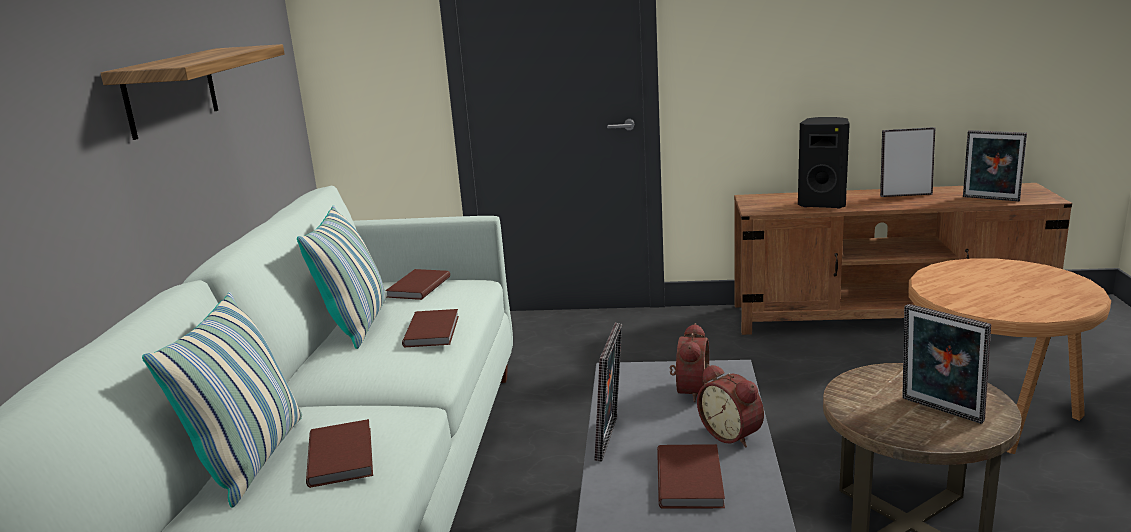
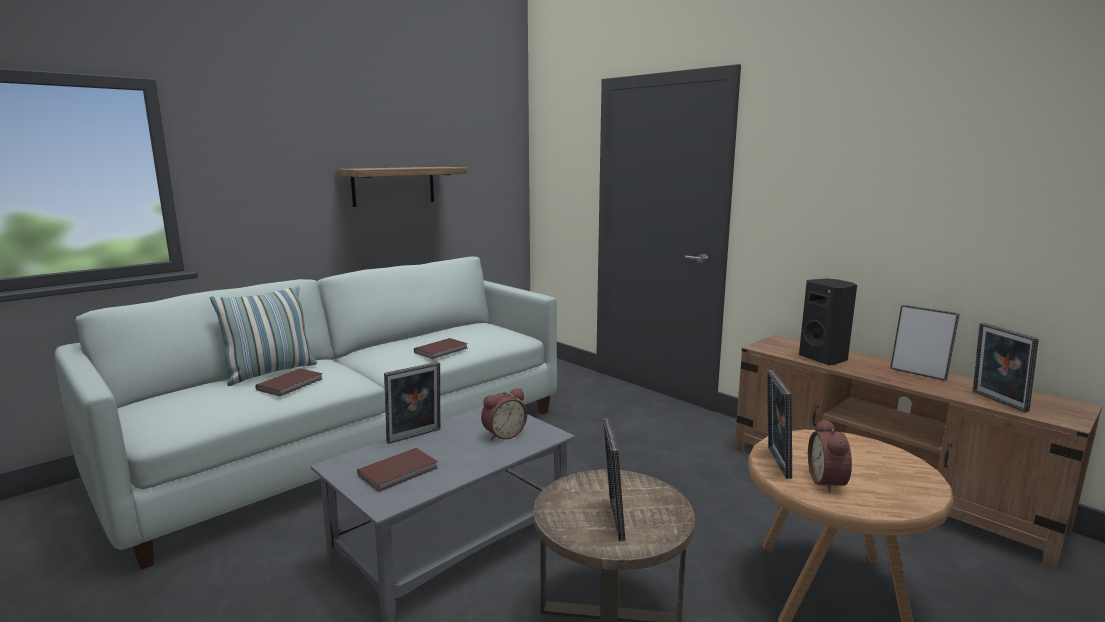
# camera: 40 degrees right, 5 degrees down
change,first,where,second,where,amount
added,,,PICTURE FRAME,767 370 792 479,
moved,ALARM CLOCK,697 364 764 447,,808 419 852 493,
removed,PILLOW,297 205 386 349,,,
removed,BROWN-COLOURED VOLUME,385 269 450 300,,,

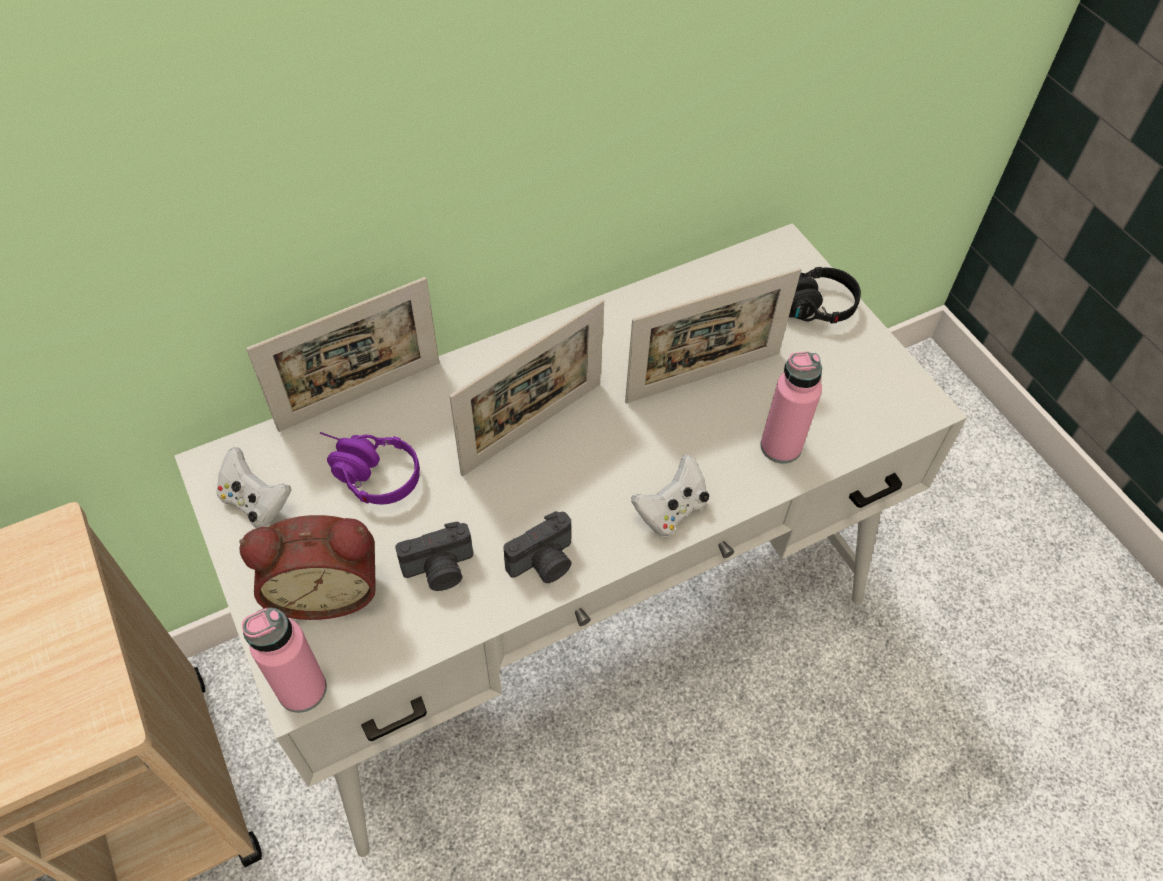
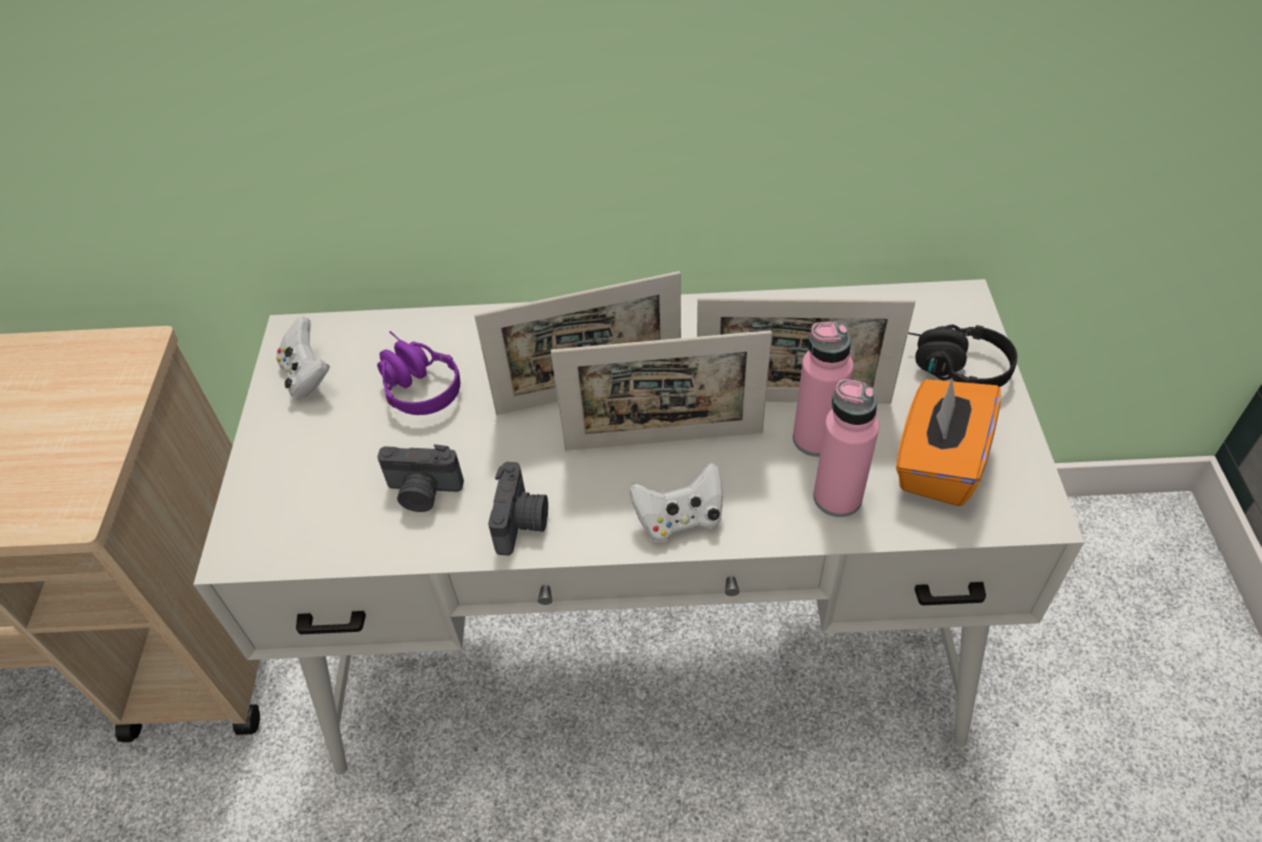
# camera: 30 degrees right, 5 degrees down
change,first,where,second,where,amount
turned,PHOTO CAMERA,504 511 572 583,,488 462 548 556,75 degrees counterclockwise
moved,PICTURE FRAME,246 277 439 432,,551 330 772 451,
moved,PINKISH BEVERAGE BOTTLE,242 608 327 713,,793 322 853 457,
added,,,ORANGEY BOX OF TISSUES,896 378 1001 506,
removed,ALARM CLOCK,239 515 376 620,,,

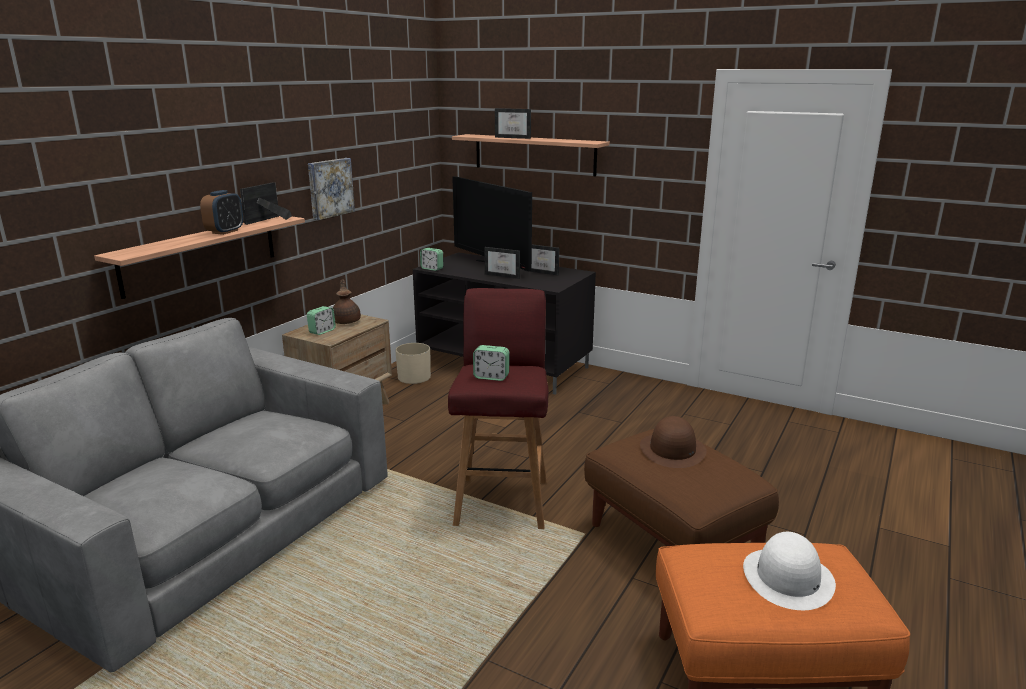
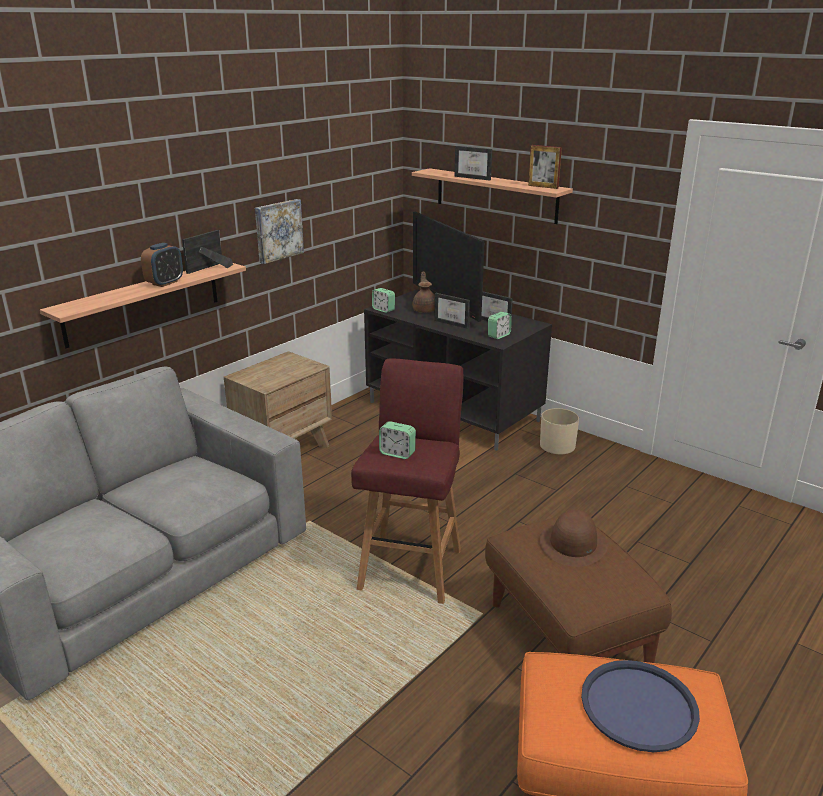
# camera: 10 degrees right, 5 degrees up
change,first,where,second,where,amount
moved,BROWN-COLOURED TEAPOT,333 279 361 324,,412 271 435 313,
moved,ALARM CLOCK,307 306 336 335,,488 312 512 339,
added,,,PICTURE FRAME,528 145 562 189,
moved,BEIGE FLOWER POT,396 343 431 384,,540 408 579 454,
replaced,WHITE CLOTHING HAT,743 532 836 610,BLUISH SERVING TRAY,581 660 700 752,

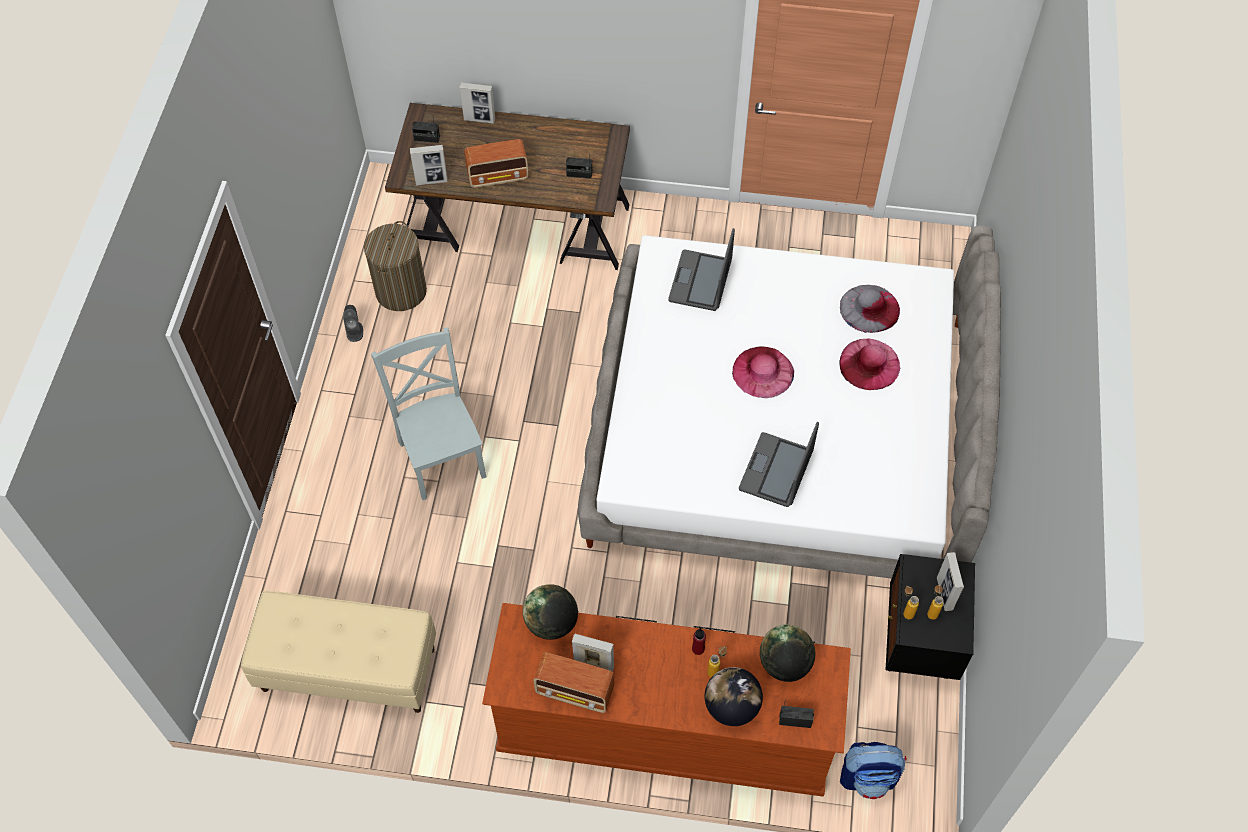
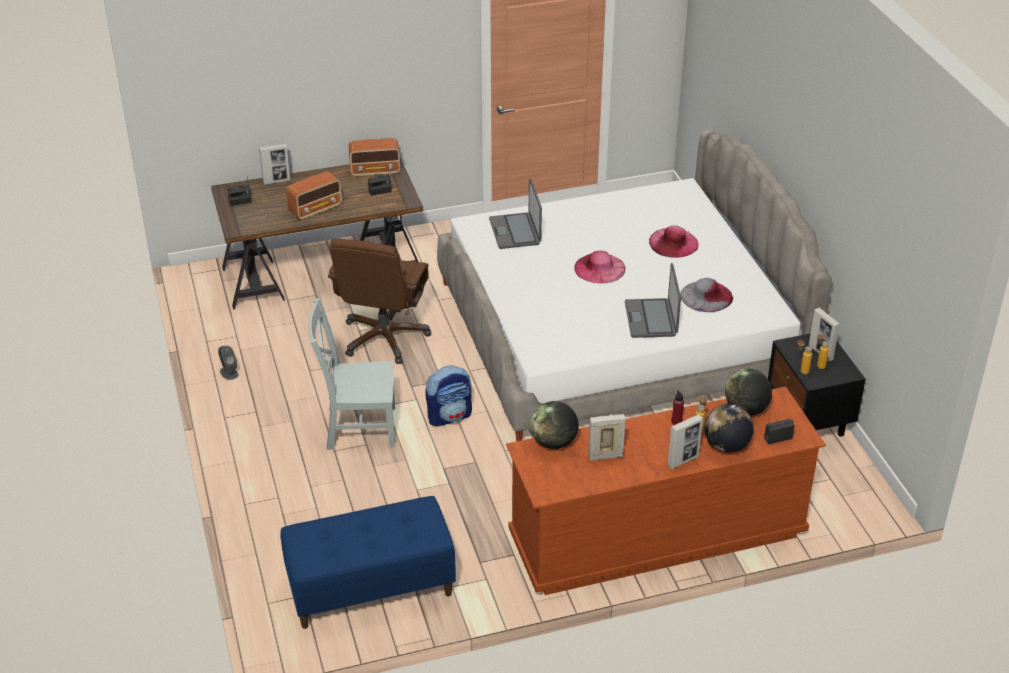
# camera: 25 degrees left, 20 degrees down
change,first,where,second,where,amount
recoloured,BEIGE LONG SEAT,241 591 436 713,BLUISH LONG SEAT,280 496 456 629,
turned,GREYISH UPRIGHT CHAIR,371 327 487 500,,309 298 395 450,45 degrees counterclockwise
added,,,BROWN-COLOURED OFFICE CHAIR,328 238 431 364,
moved,RADIO RECEIVER,533 652 614 713,,349 138 400 177,
moved,RUCKSACK,840 742 907 799,,425 365 472 427,
moved,PICTURE FRAME,410 145 448 186,,667 414 703 469,
moved,GREYISH CLOTHING HAT,840 285 900 333,,680 278 733 312,
removed,HAMPER,364 221 427 311,,,

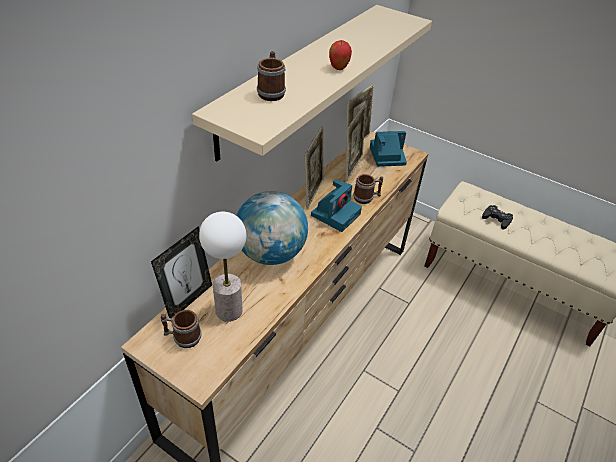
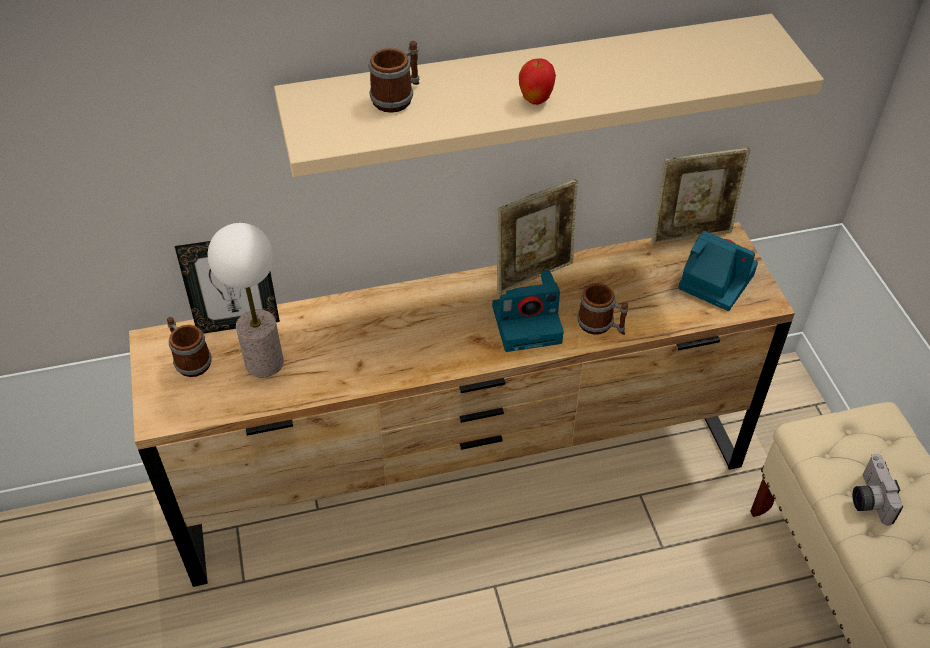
# camera: 45 degrees right, 5 degrees up
change,first,where,second,where,amount
replaced,BLACK JOYPAD,482 205 513 230,PHOTO CAMERA,853 454 903 526,
removed,WORLD GLOBE,236 191 308 265,,,
removed,PICTURE FRAME,345 105 366 181,,,

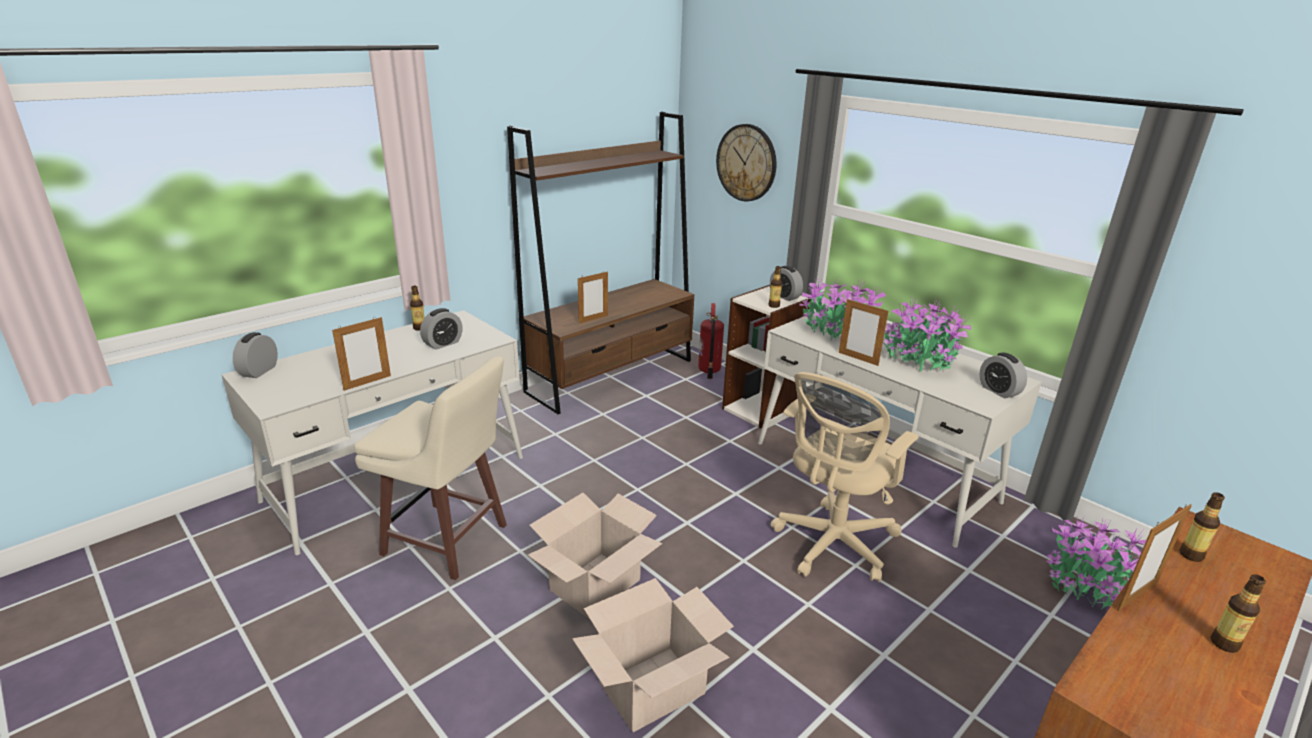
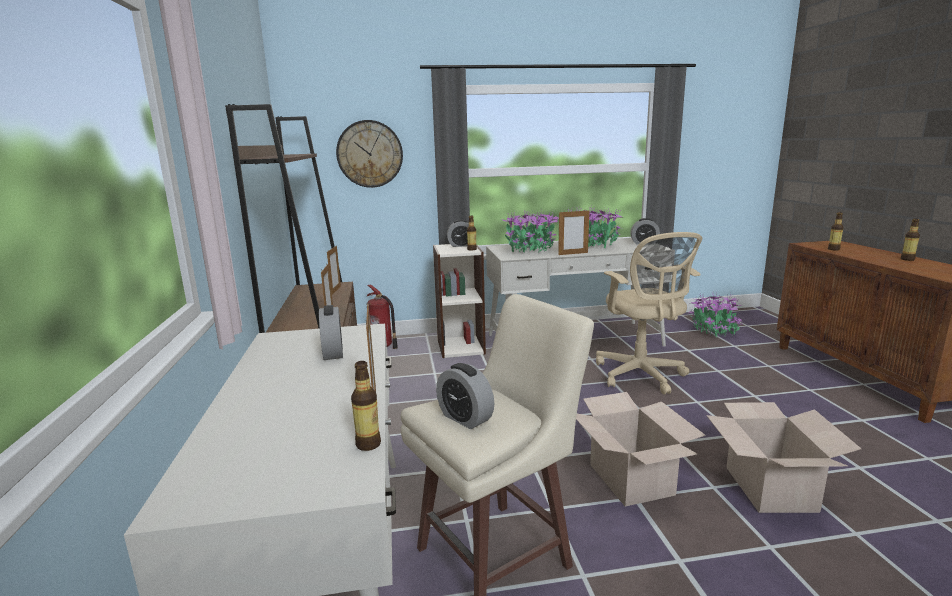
# camera: 55 degrees left, 10 degrees down
change,first,where,second,where,amount
moved,PICTURE FRAME,1118 504 1192 611,,327 245 341 295,
moved,BEVERAGE BOTTLE,410 286 424 331,,351 361 381 451,
moved,ALARM CLOCK,233 332 278 378,,436 363 494 429,

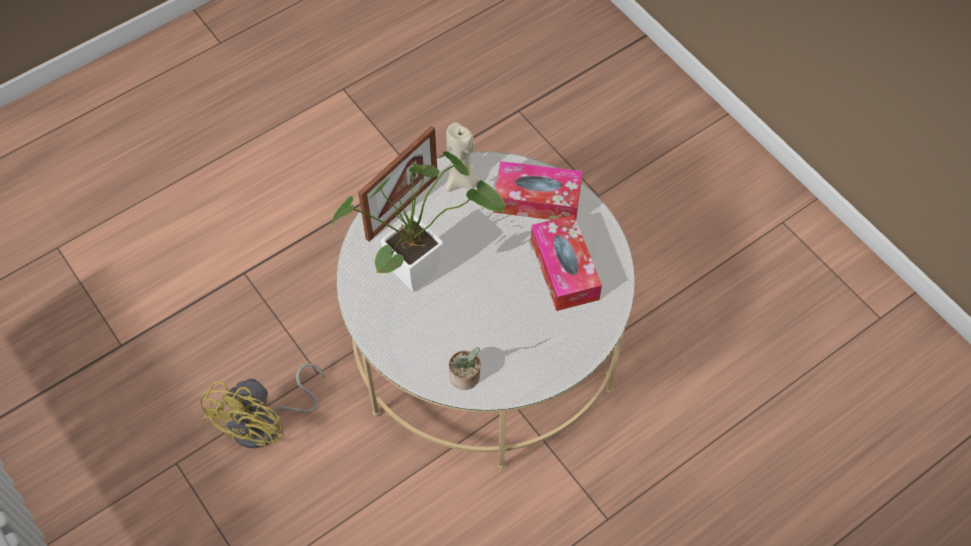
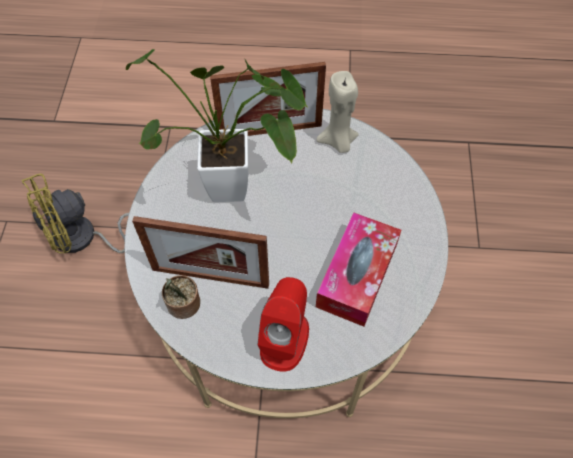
# camera: 40 degrees right, 0 degrees up
change,first,where,second,where,amount
added,,,PICTURE FRAME,132 216 269 289,
added,,,RED SPEAKER,258 277 309 371,
removed,BOX OF TISSUES,494 161 583 220,,,

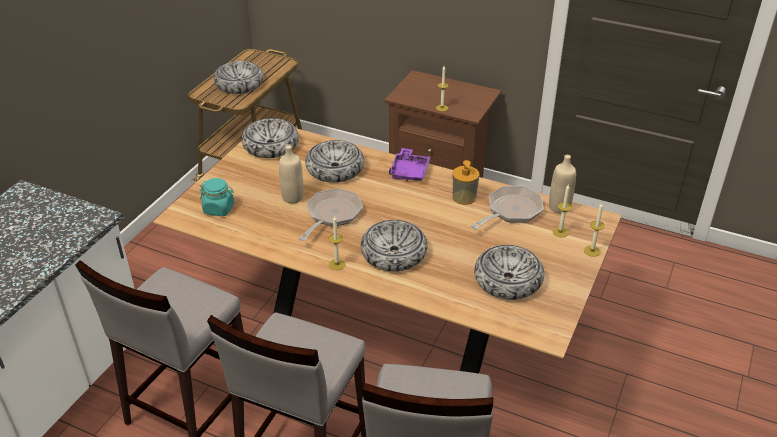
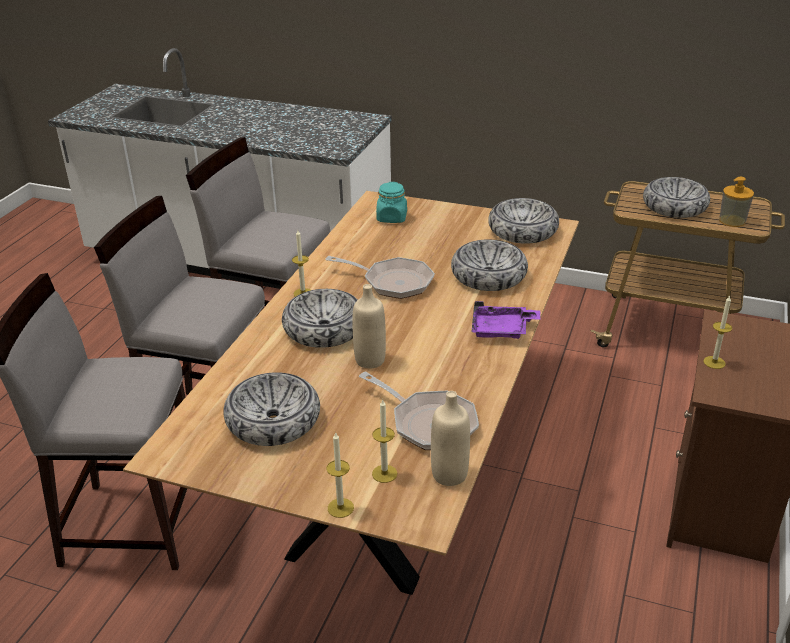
# camera: 85 degrees right, 5 degrees down
change,first,where,second,where,amount
moved,BEIGE BEVERAGE BOTTLE,279 145 304 203,,352 284 386 368,
moved,LIQUID SOAP BOTTLE,453 160 479 205,,719 177 754 227,

